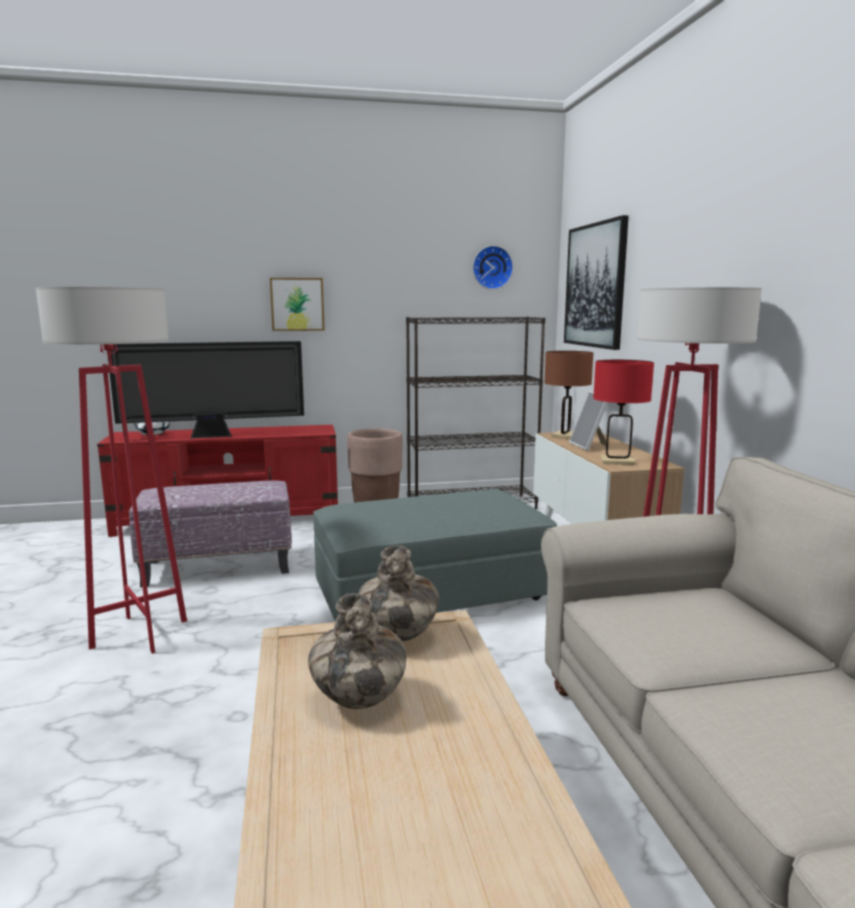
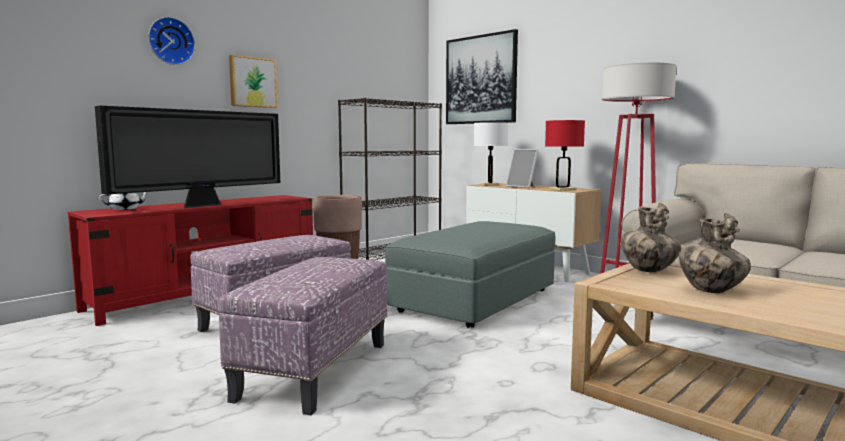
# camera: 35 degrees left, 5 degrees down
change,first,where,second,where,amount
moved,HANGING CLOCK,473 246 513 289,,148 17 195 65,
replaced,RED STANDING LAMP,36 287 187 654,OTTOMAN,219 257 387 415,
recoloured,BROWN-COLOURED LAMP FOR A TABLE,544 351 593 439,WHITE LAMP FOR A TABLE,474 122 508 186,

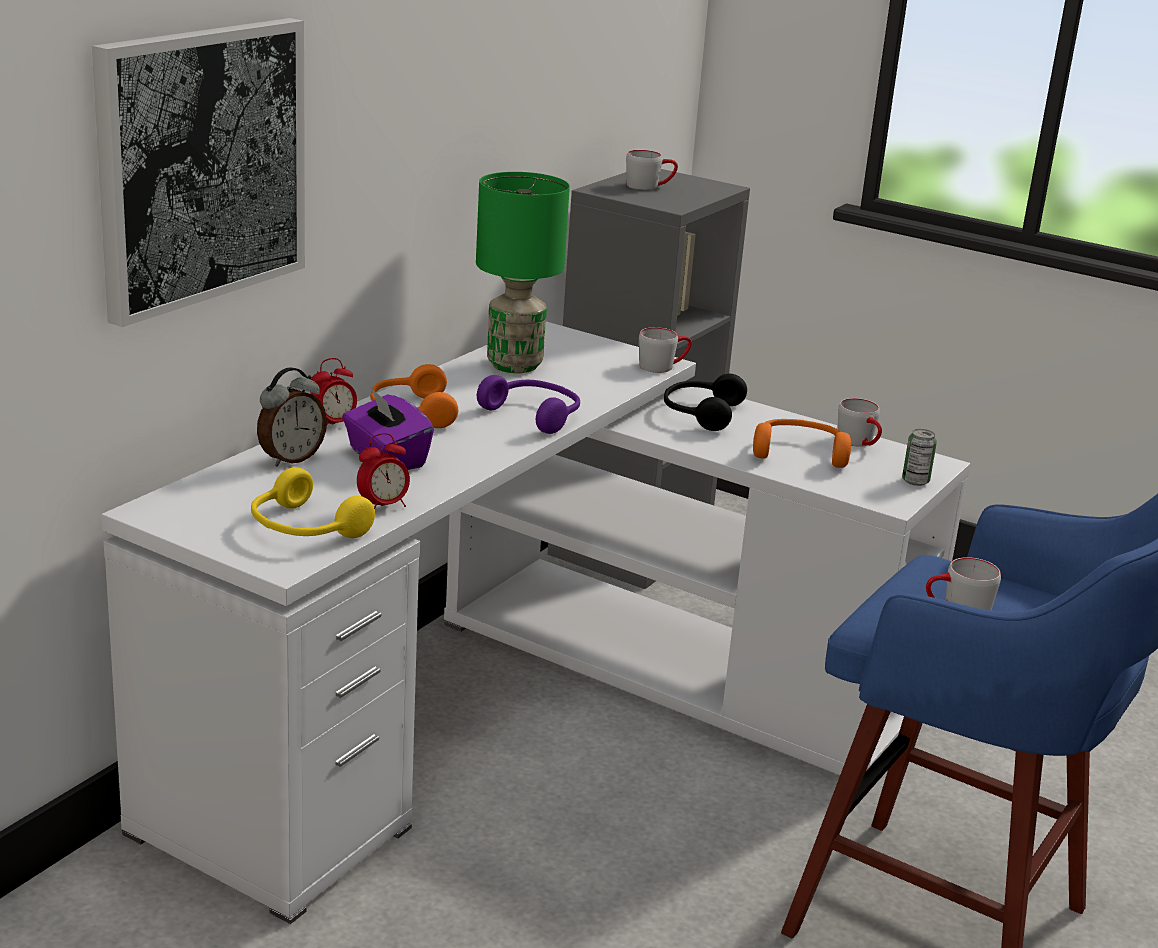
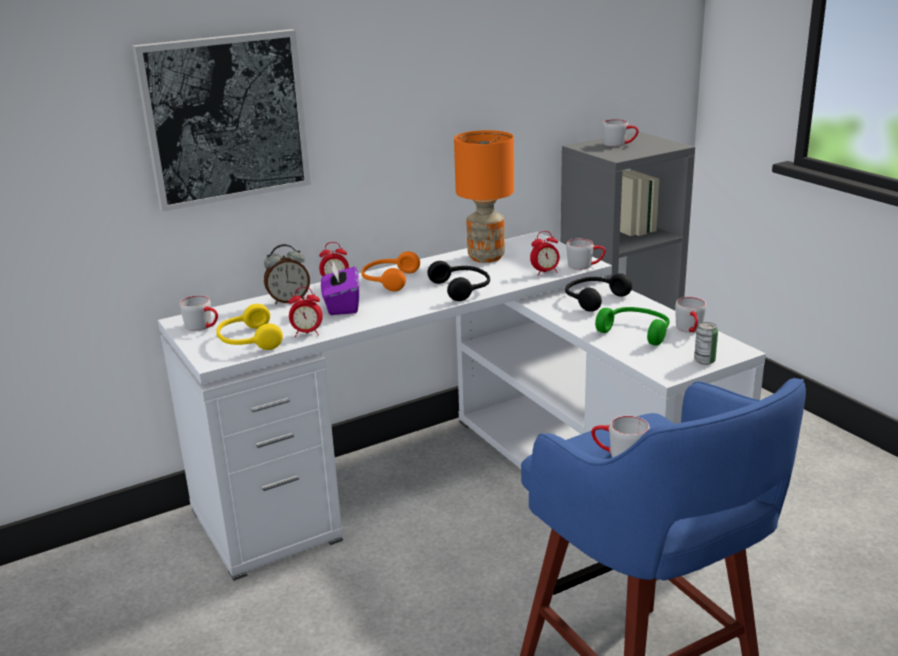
# camera: 30 degrees right, 0 degrees up
change,first,where,second,where,amount
added,,,GREYISH COFFEE MUG,180 295 218 331,
recoloured,PURPLISH HEADPHONES,477 375 580 434,BLACK HEADPHONES,427 261 490 301,
recoloured,GREEN LAMP FOR A TABLE,476 172 570 373,ORANGEY LAMP FOR A TABLE,454 130 514 263,
added,,,ALARM CLOCK,530 231 560 276,
recoloured,ORANGEY HEADPHONES,753 419 851 468,GREEN HEADPHONES,595 307 669 345,

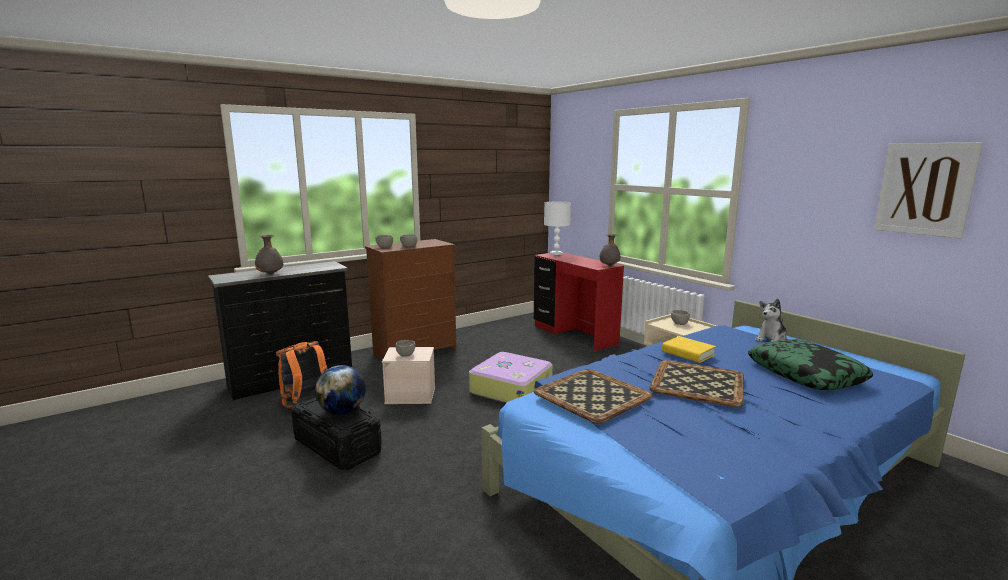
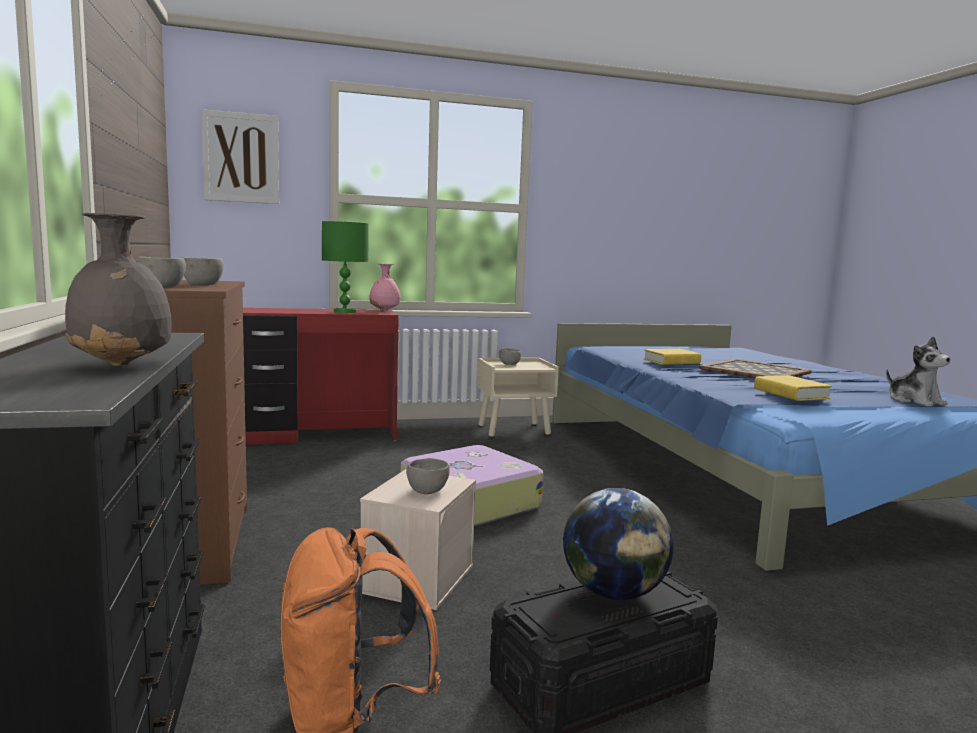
# camera: 70 degrees left, 5 degrees down
change,first,where,second,where,amount
moved,PICTURE,874 142 983 238,,201 109 279 204,
added,,,GREEN LAMP FOR A TABLE,322 221 368 313,
recoloured,GREYISH DECORATIVE VASE,600 234 620 266,PINKISH DECORATIVE VASE,370 263 401 311,
replaced,SERVING TRAY,534 369 653 424,YELLOW VOLUME,754 375 832 401,
moved,CUDDLY TOY,755 299 787 342,,886 336 951 407,
removed,WHITE LAMP FOR A TABLE,544 202 571 255,,,
removed,PILLOW,748 339 873 390,,,

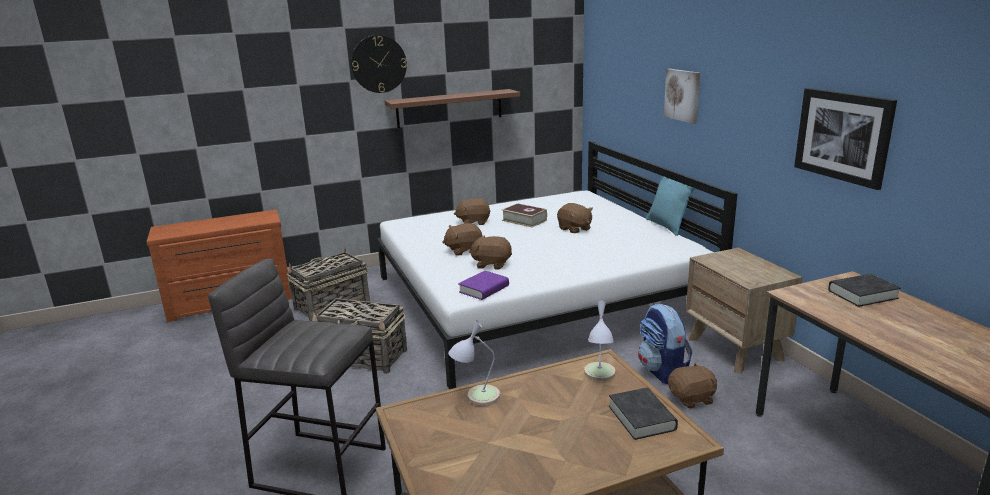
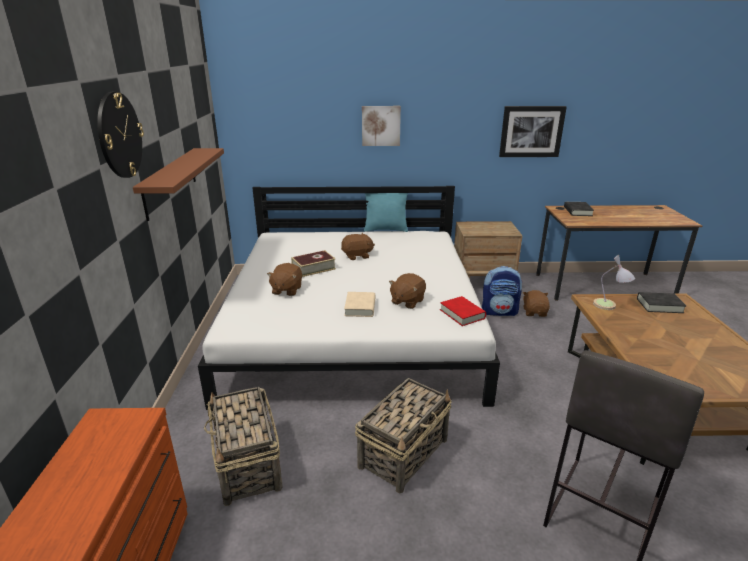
# camera: 70 degrees left, 5 degrees up
change,first,where,second,where,amount
replaced,BROWN-COLOURED CUDDLY TOY,442 223 483 256,BEIGE VOLUME,344 292 375 317,
recoloured,PURPLISH VOLUME,458 271 509 300,RED VOLUME,440 296 486 326,
removed,LAMP FOR A TABLE,448 320 500 406,,,

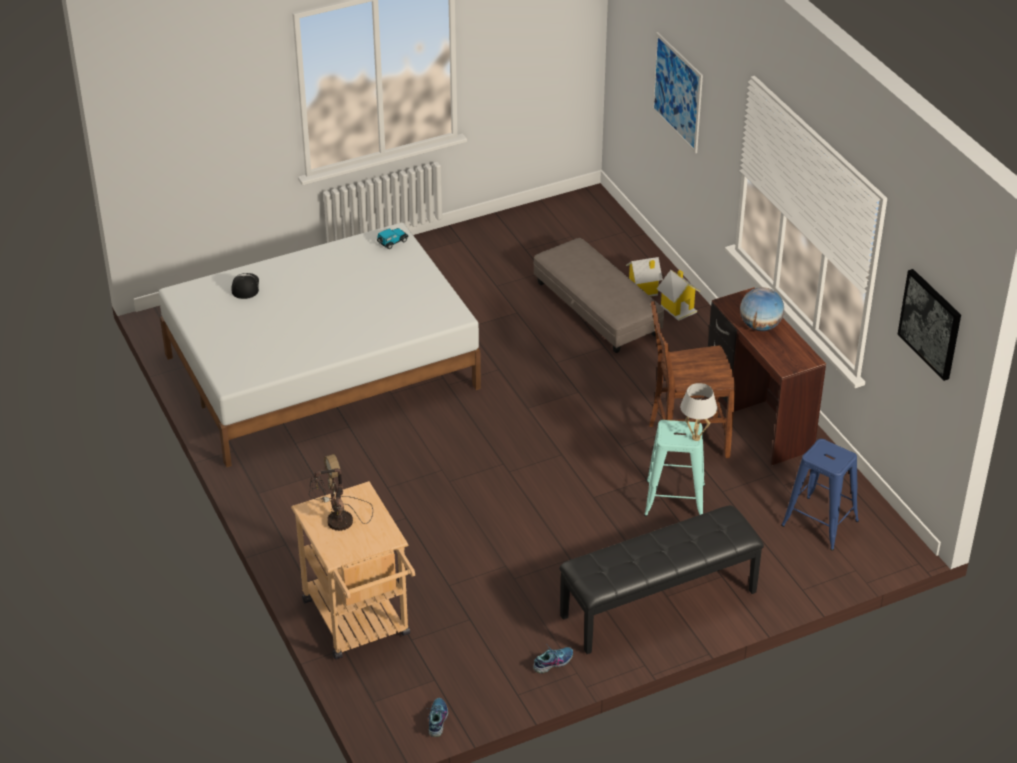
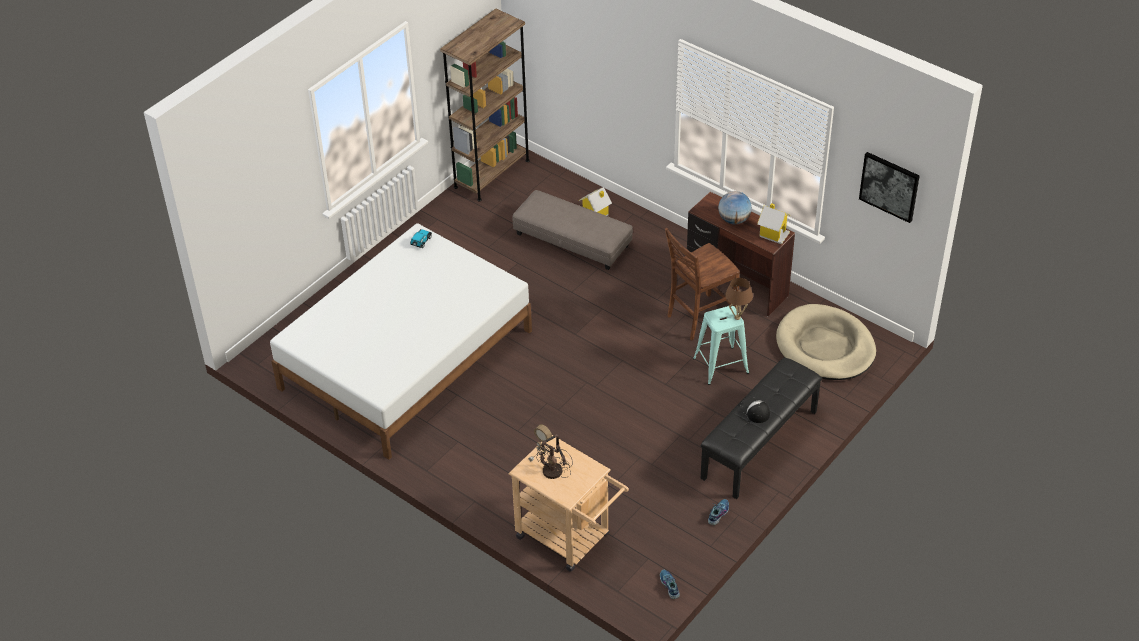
# camera: 25 degrees left, 5 degrees up
change,first,where,second,where,amount
added,,,BROWN-COLOURED SHELVING UNIT,440 9 530 201,
recoloured,WHITE LAMP FOR A TABLE,680 383 717 441,BROWN-COLOURED LAMP FOR A TABLE,725 278 753 320,
moved,BASEBALL CAP,231 273 259 299,,740 397 770 423,
moved,MINIATURE HOUSE,657 270 700 321,,757 203 791 244,
replaced,BLUISH STOOL,781 439 859 551,BEIGE DOG BED,776 304 876 380,
removed,PICTURE,652 32 703 153,,,

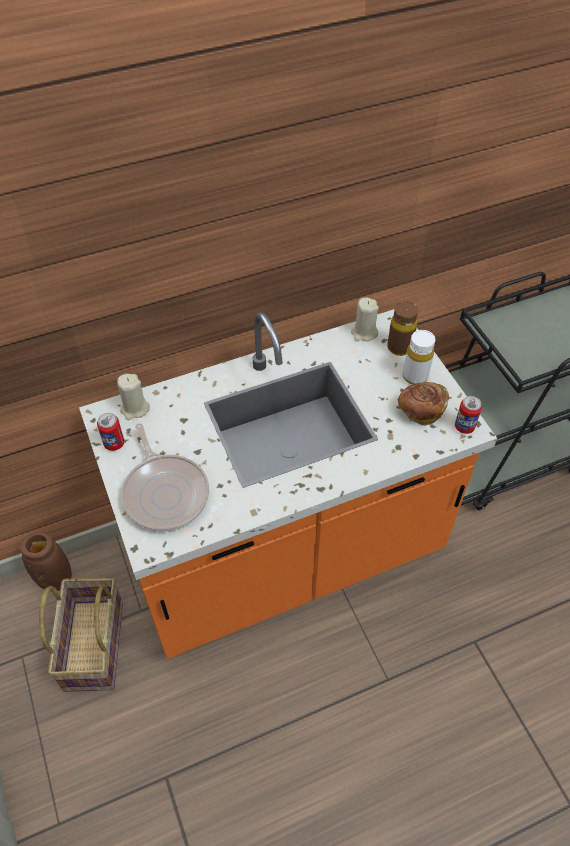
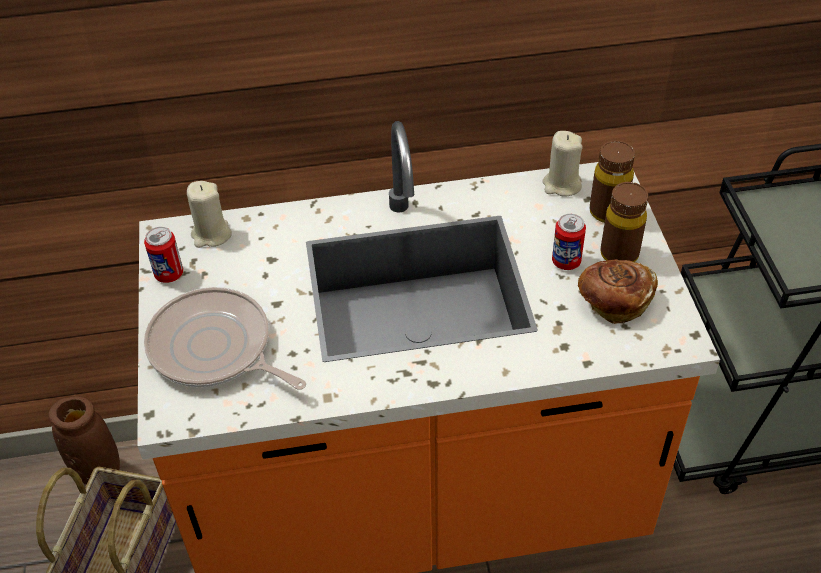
# camera: 15 degrees right, 5 degrees down
change,first,where,second,where,amount
turned,FRYING PAN,121 423 209 532,,144 287 306 390,135 degrees clockwise
moved,METAL CAN,455 396 482 434,,552 214 586 270,
recoloured,WHITE BEVERAGE BOTTLE,403 330 435 384,BROWN-COLOURED BEVERAGE BOTTLE,600 182 648 262,

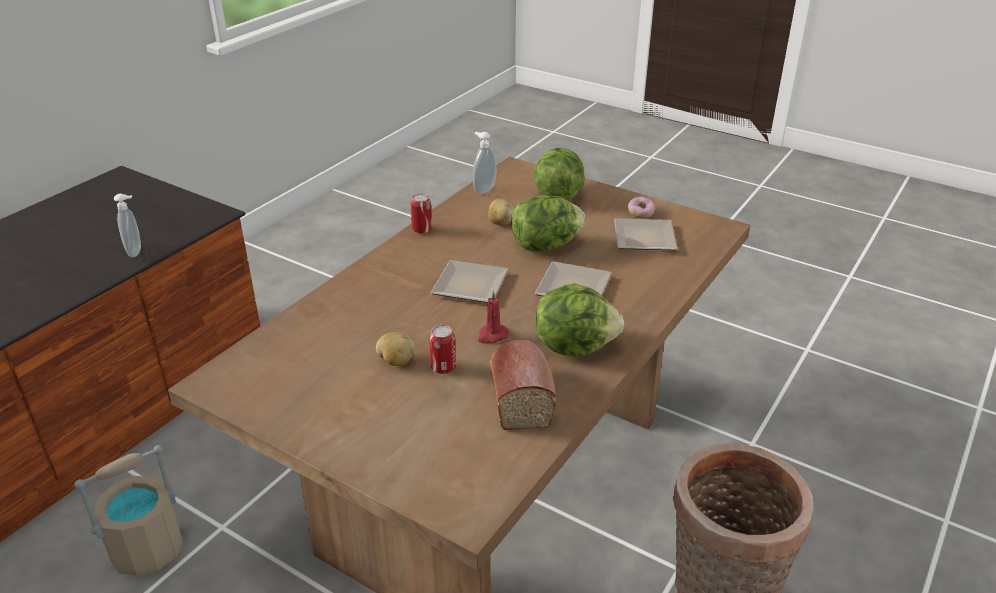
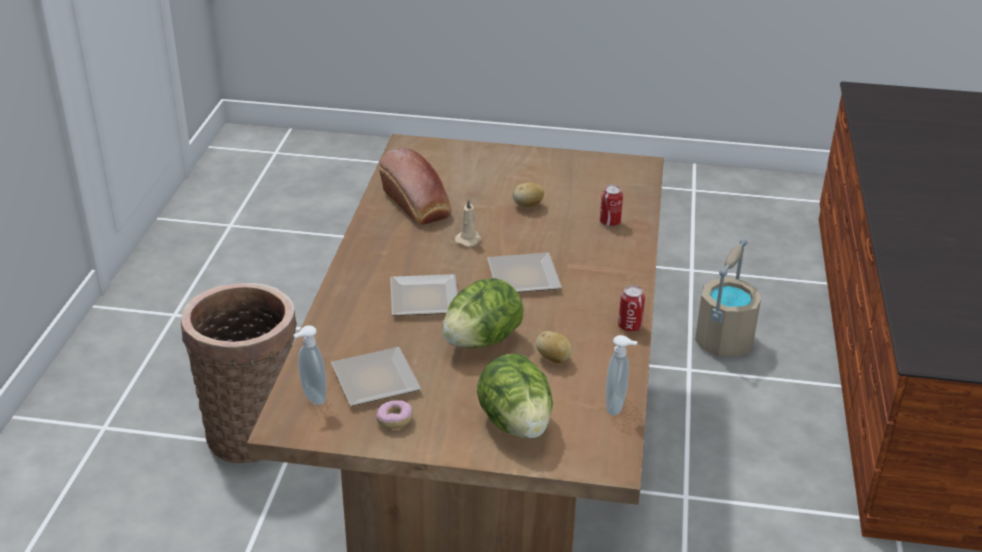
# camera: 155 degrees right, 0 degrees up
change,first,where,second,where,amount
moved,LIQUID SOAP BOTTLE,114 194 141 257,,293 325 326 405,
recoloured,RED WAX LIGHT,477 291 509 344,BEIGE WAX LIGHT,455 198 482 247,
moved,METAL CAN,429 325 456 374,,600 185 623 226,
removed,HEAD OF LETTUCE,535 283 624 356,,,

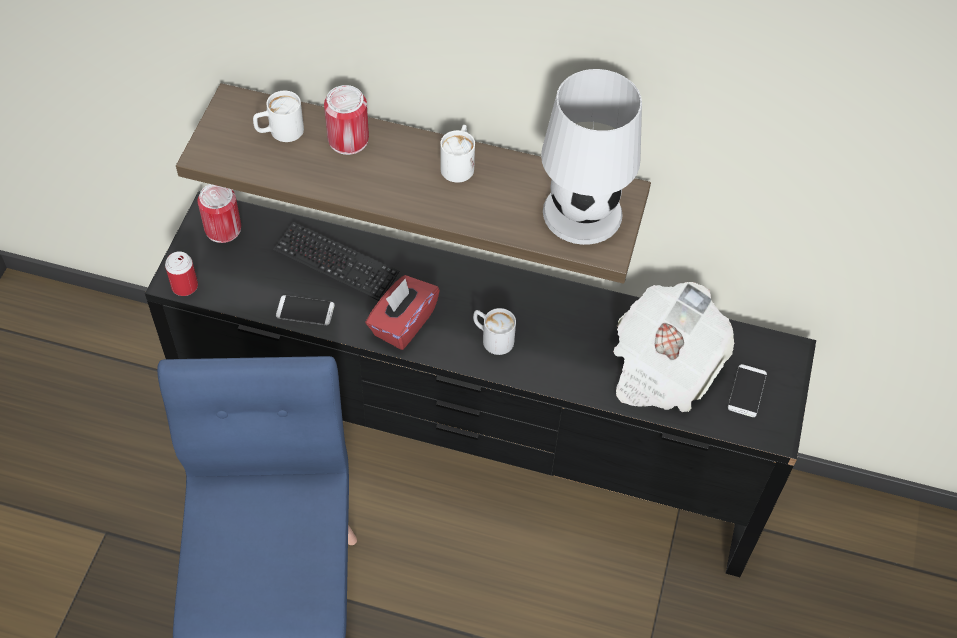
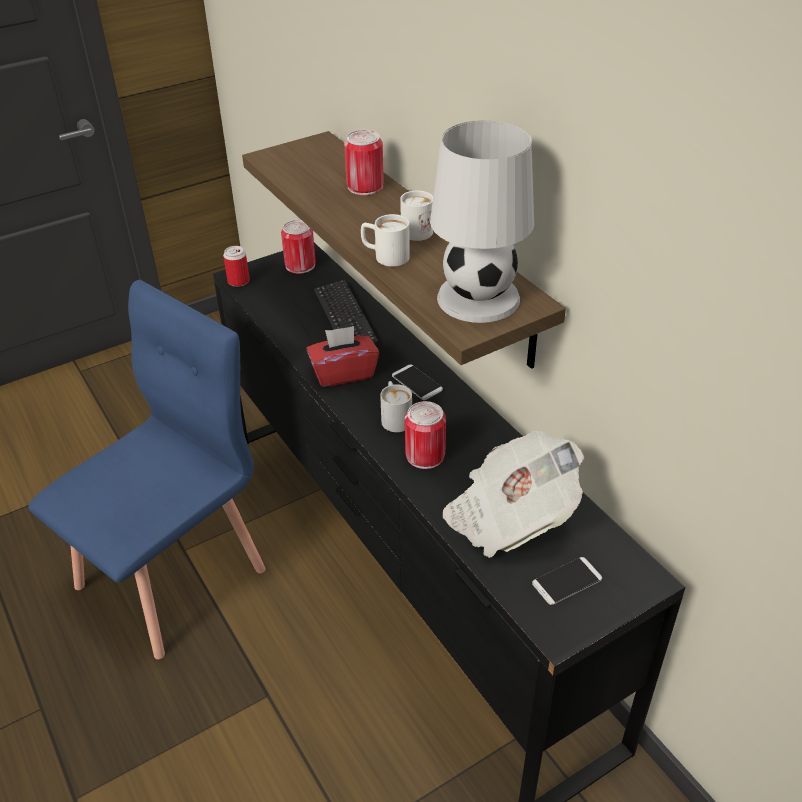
# camera: 45 degrees right, 15 degrees down
change,first,where,second,where,amount
moved,WHITE COFFEE MUG,253 91 304 142,,361 214 410 267,
moved,PHONE,276 295 335 325,,392 365 443 400,
added,,,METAL CAN,405 401 446 469,

